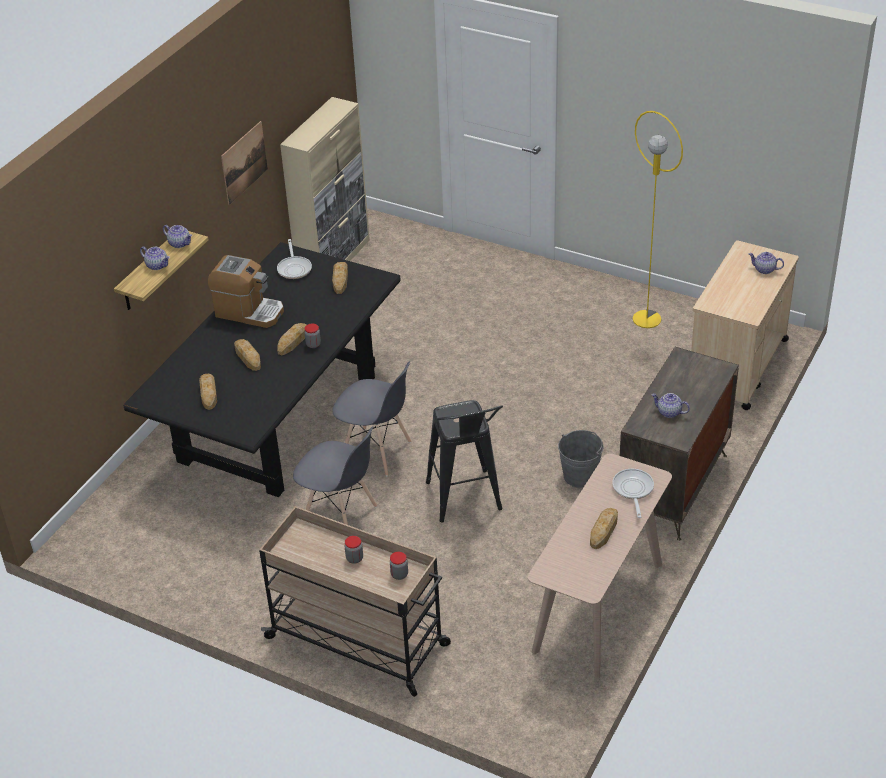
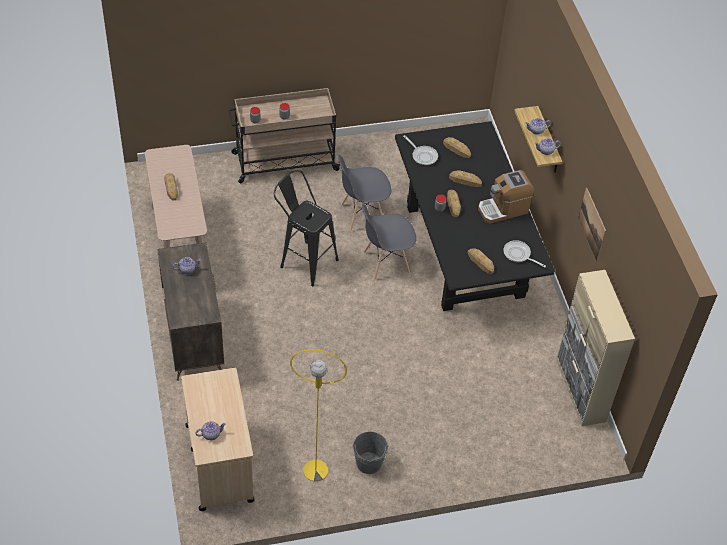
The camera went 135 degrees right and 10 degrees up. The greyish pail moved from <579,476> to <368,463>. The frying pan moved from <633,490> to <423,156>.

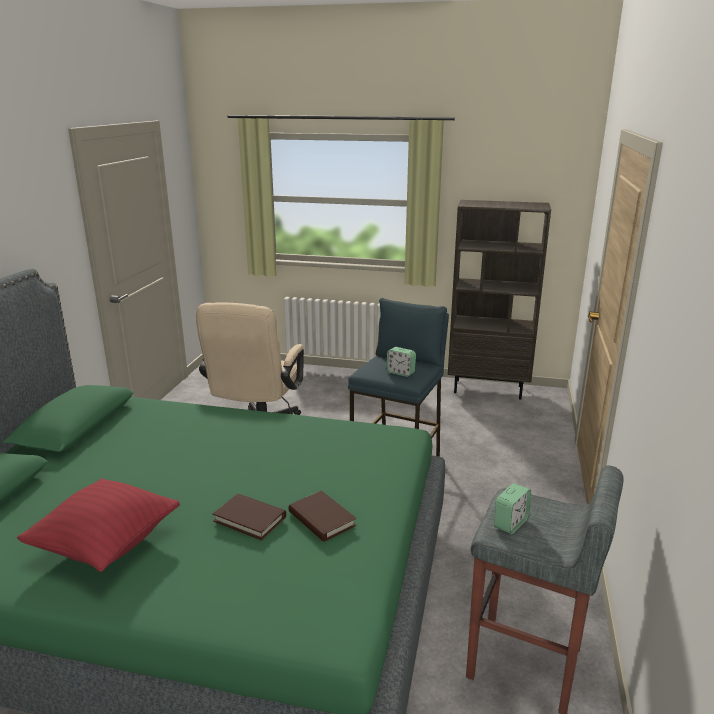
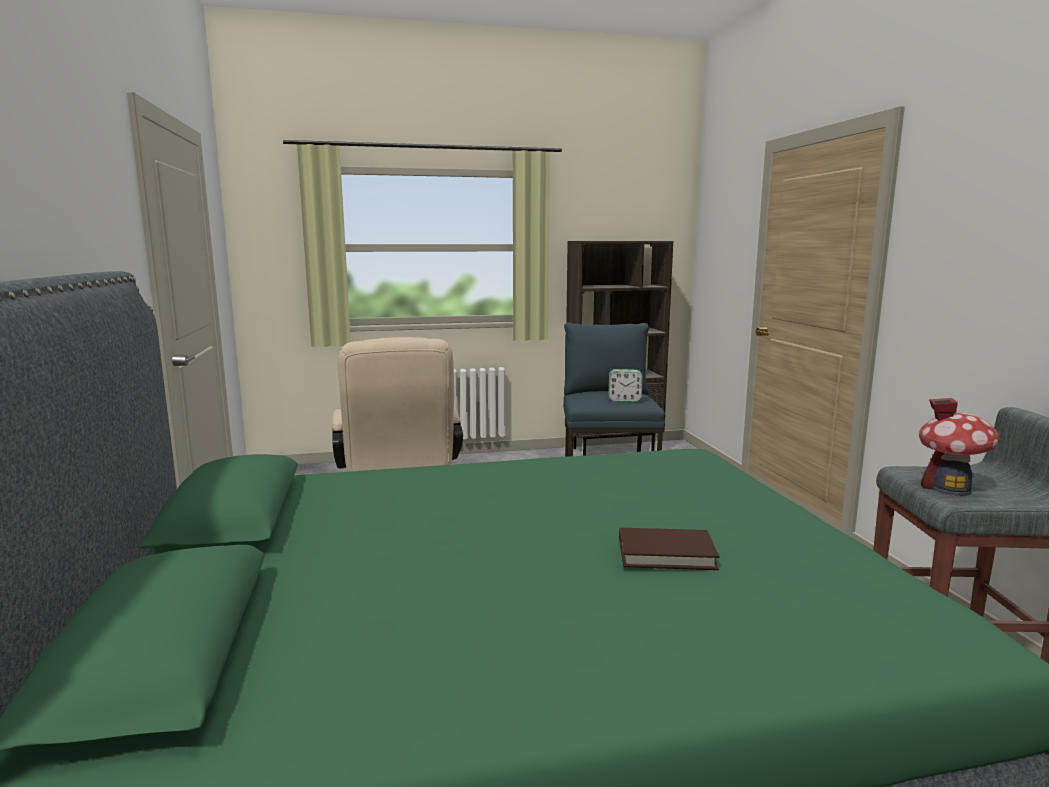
The camera went 25 degrees left and 10 degrees down. The red throw pillow at <106,545> disappeared. The brownish bound book at <321,519> disappeared. The alarm clock at <511,523> was replaced by the miniature house at <949,489>.

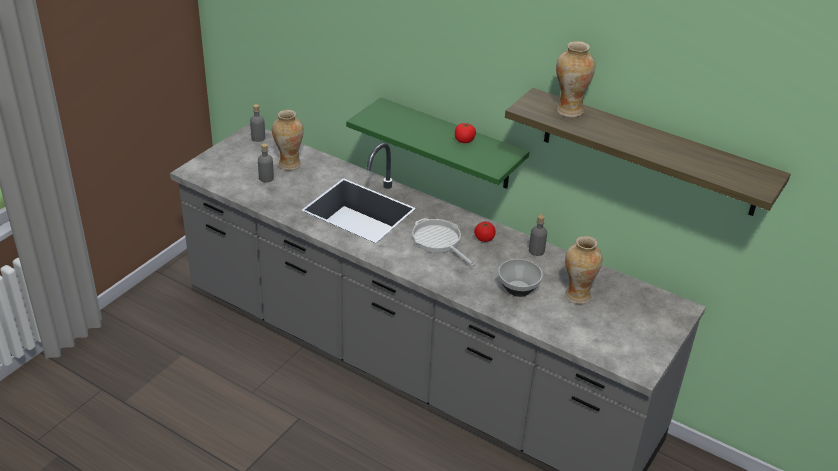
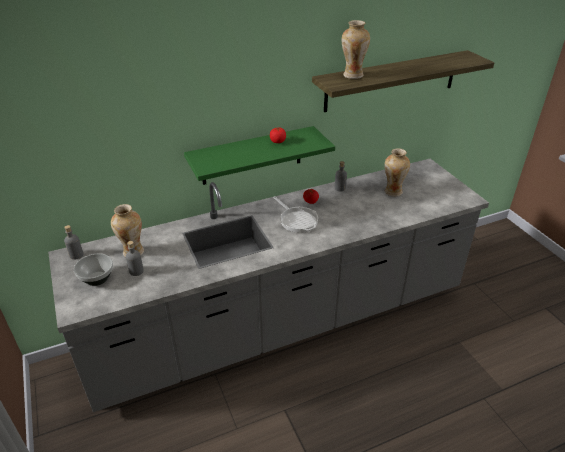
The camera went 55 degrees left and 0 degrees up. The frying pan at <438,241> turned 120 degrees counterclockwise. The bowl moved from <518,288> to <97,278>.

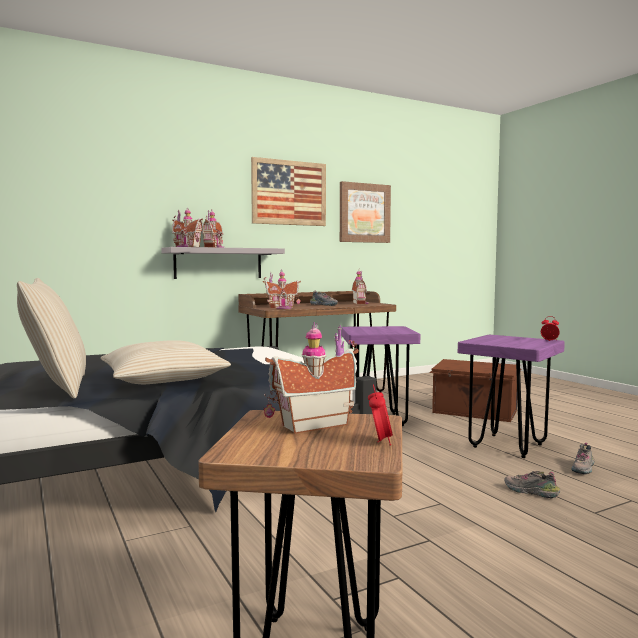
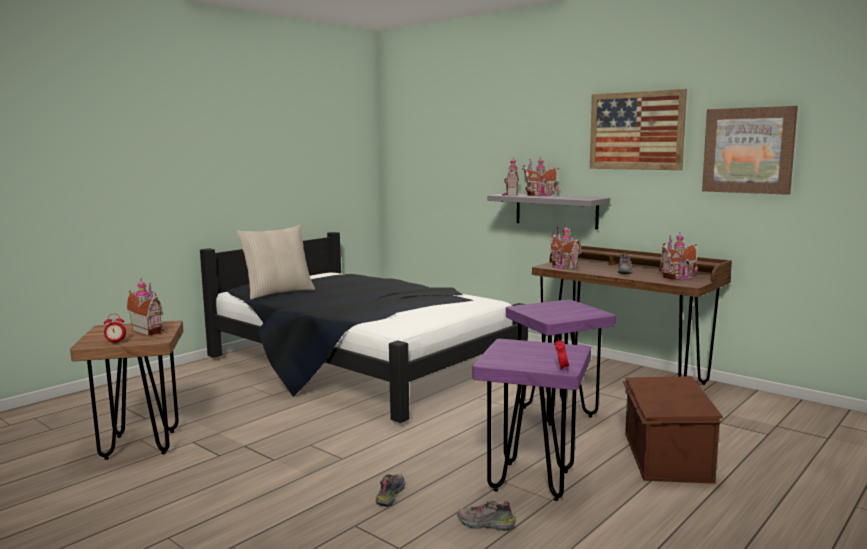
The camera went 70 degrees right and 5 degrees up. The sand-coloured throw pillow at <164,378> disappeared.

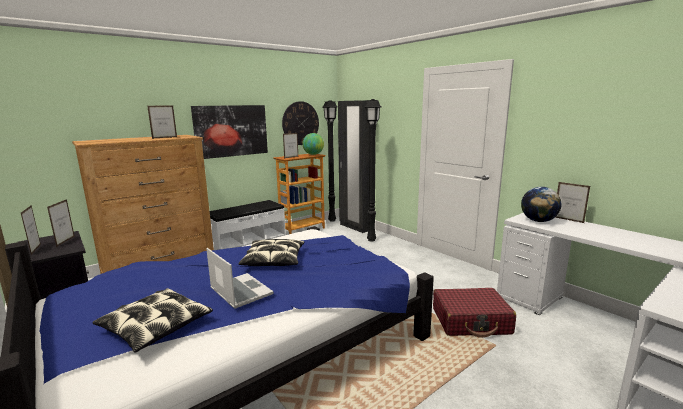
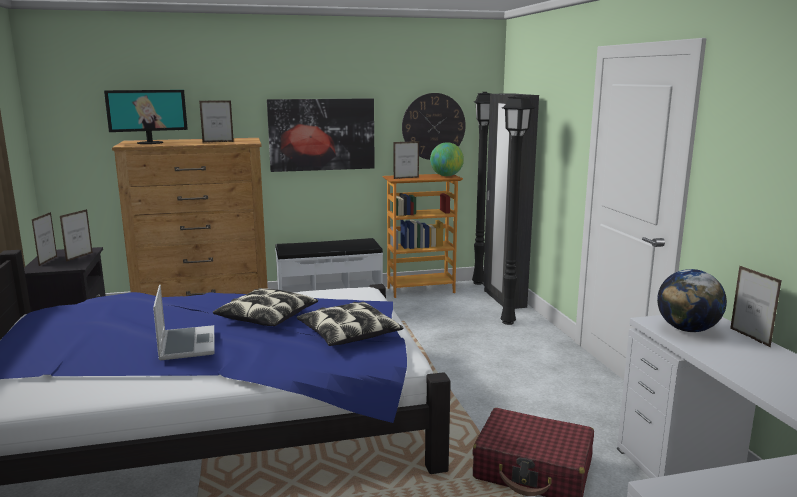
The camera went 25 degrees right and 0 degrees up. The throw pillow moved from <156,327> to <349,334>. The computer display at <150,143> appeared.

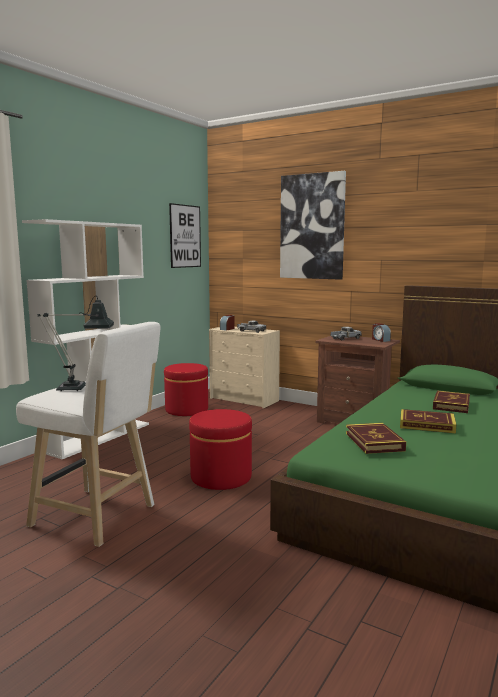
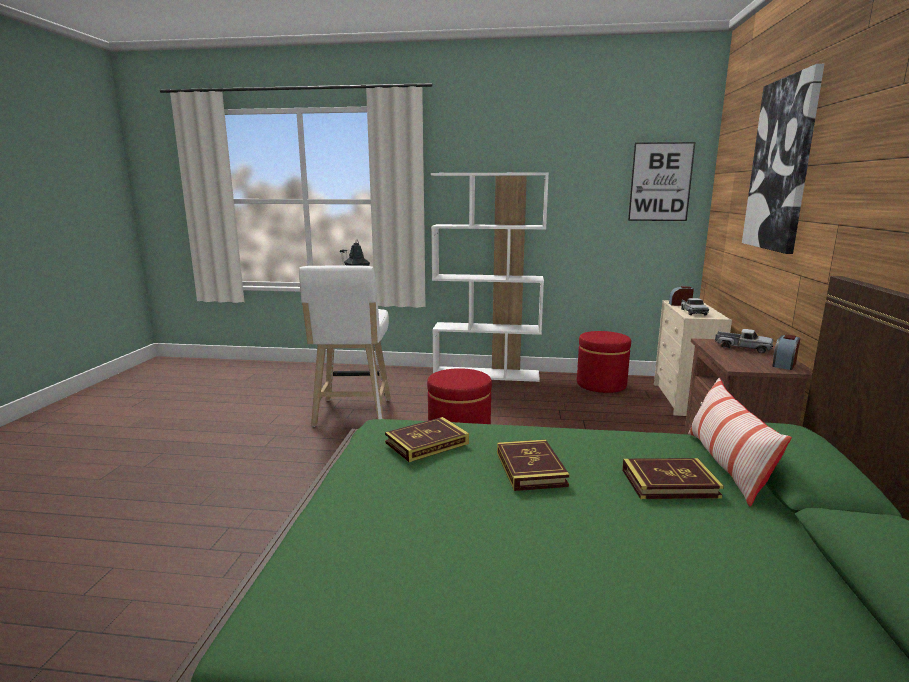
The camera went 65 degrees right and 5 degrees up. The throw pillow at <726,466> appeared.

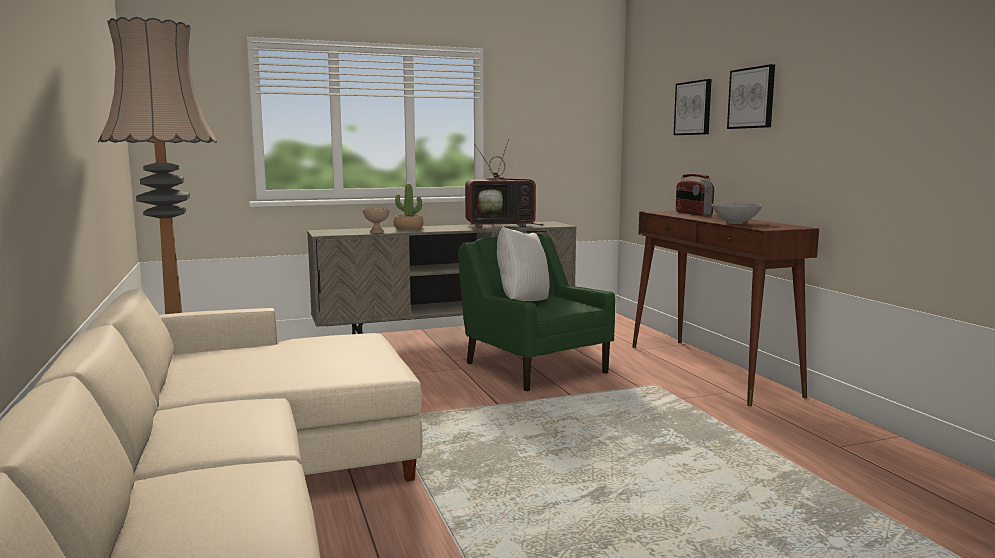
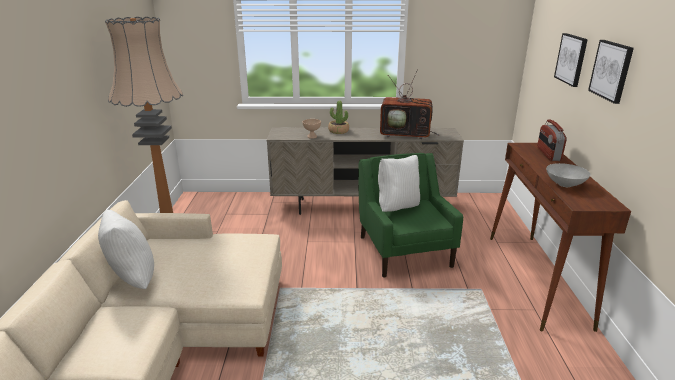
The camera went 20 degrees right and 15 degrees up. The white-coloured throw pillow at <131,279> appeared.

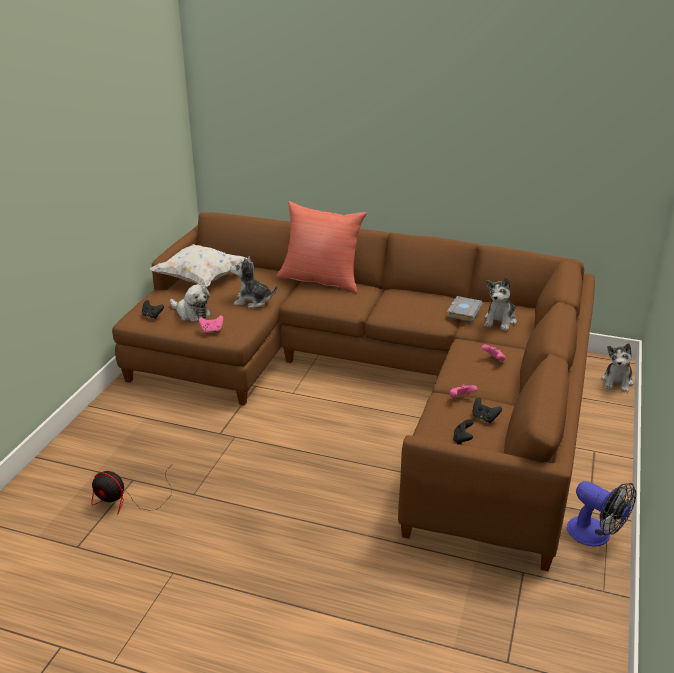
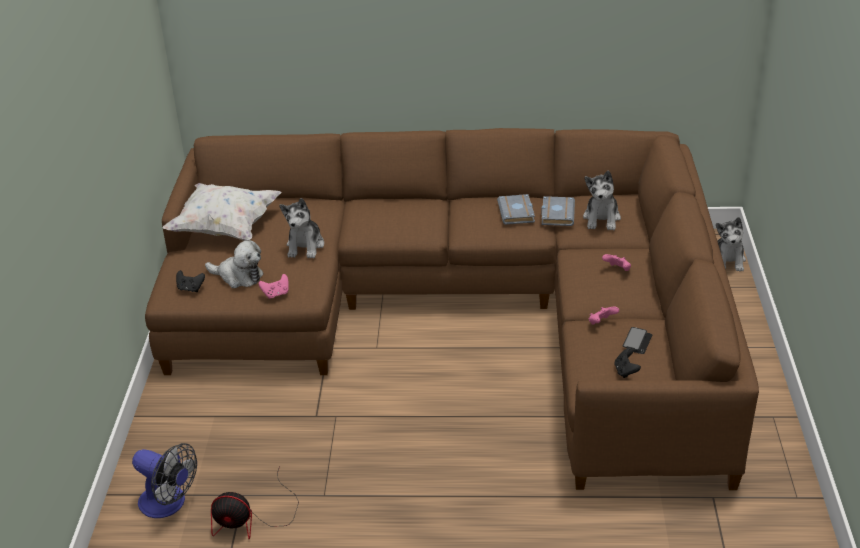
The camera went 15 degrees left and 5 degrees up. The cuddly toy at <252,301> turned 75 degrees counterclockwise. The red throw pillow at <321,280> disappeared. The blackish gamepad at <484,418> was replaced by the telephone at <637,341>. The electric fan moved from <595,535> to <169,504>. The greyish bound book at <517,213> appeared.

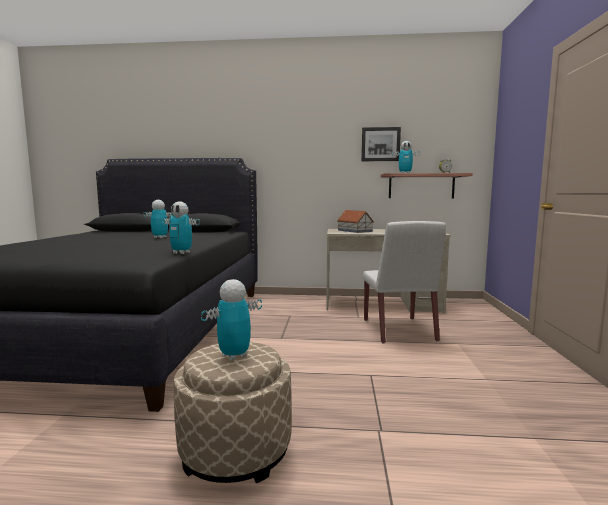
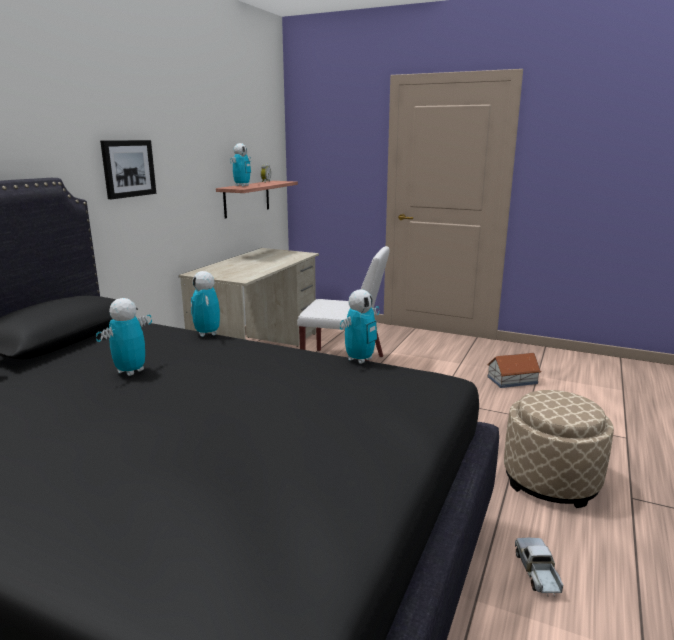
The camera went 70 degrees left and 10 degrees up. The robot figure moved from <234,356> to <207,334>. The miniature house moved from <354,231> to <511,380>. The picture moved from <380,144> to <128,168>. The toy lorry at <538,572> appeared.

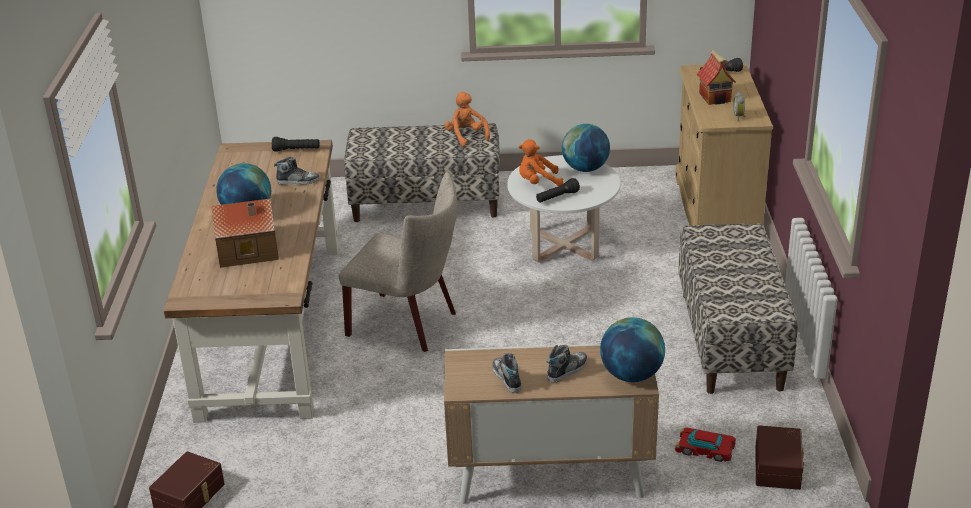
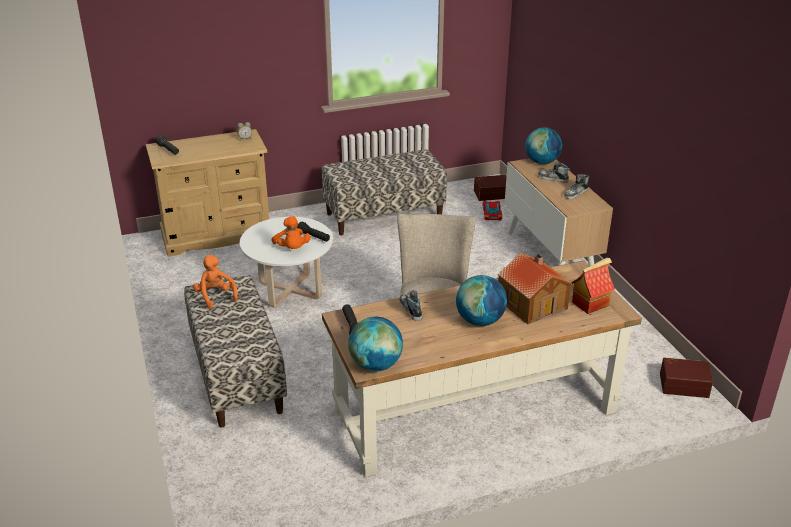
The camera went 110 degrees left and 0 degrees up. The orangey cuddly toy at <466,136> turned 105 degrees clockwise. The desk globe moved from <585,169> to <376,365>. The miniature house moved from <715,97> to <590,303>.

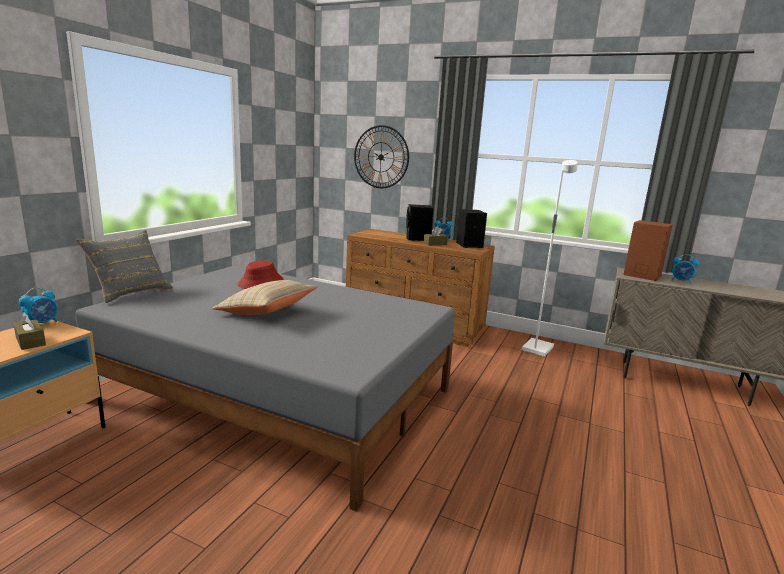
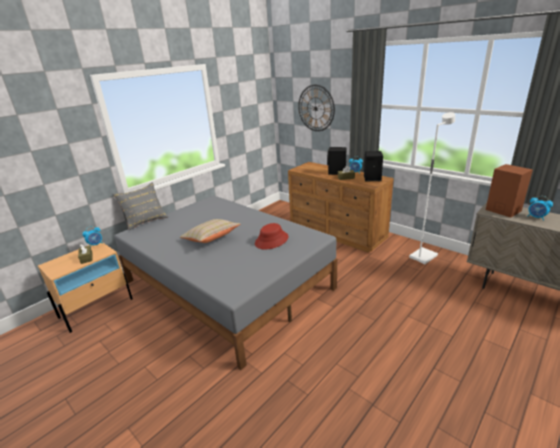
The camera went 20 degrees right and 10 degrees up. The red clothing hat moved from <261,282> to <271,240>.

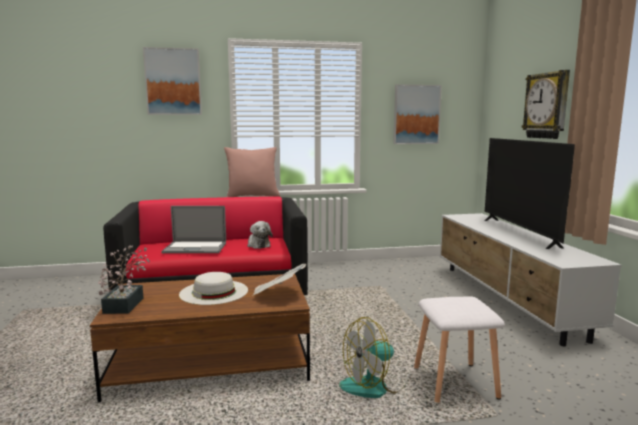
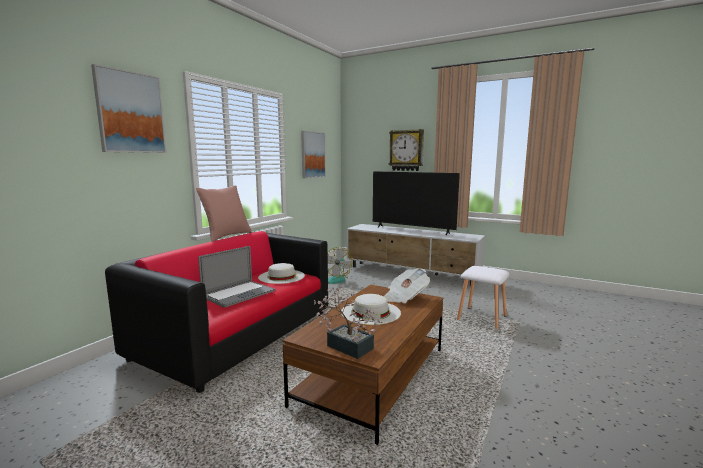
The camera went 50 degrees left and 0 degrees up. The cuddly toy at <258,245> was replaced by the white-coloured clothing hat at <281,276>. The electric fan moved from <373,386> to <337,279>.

